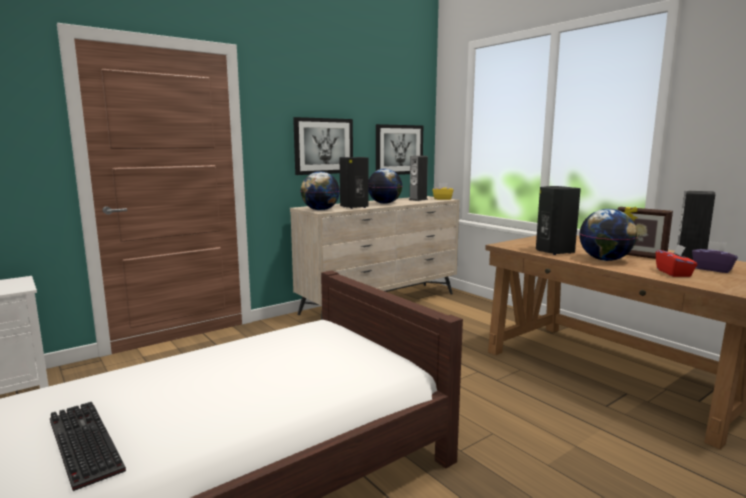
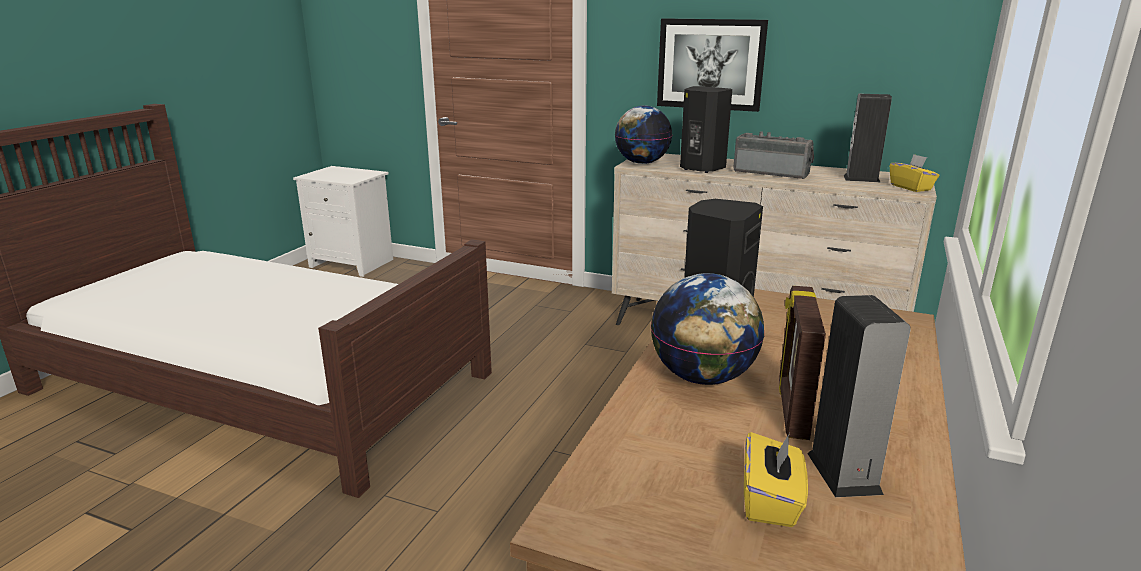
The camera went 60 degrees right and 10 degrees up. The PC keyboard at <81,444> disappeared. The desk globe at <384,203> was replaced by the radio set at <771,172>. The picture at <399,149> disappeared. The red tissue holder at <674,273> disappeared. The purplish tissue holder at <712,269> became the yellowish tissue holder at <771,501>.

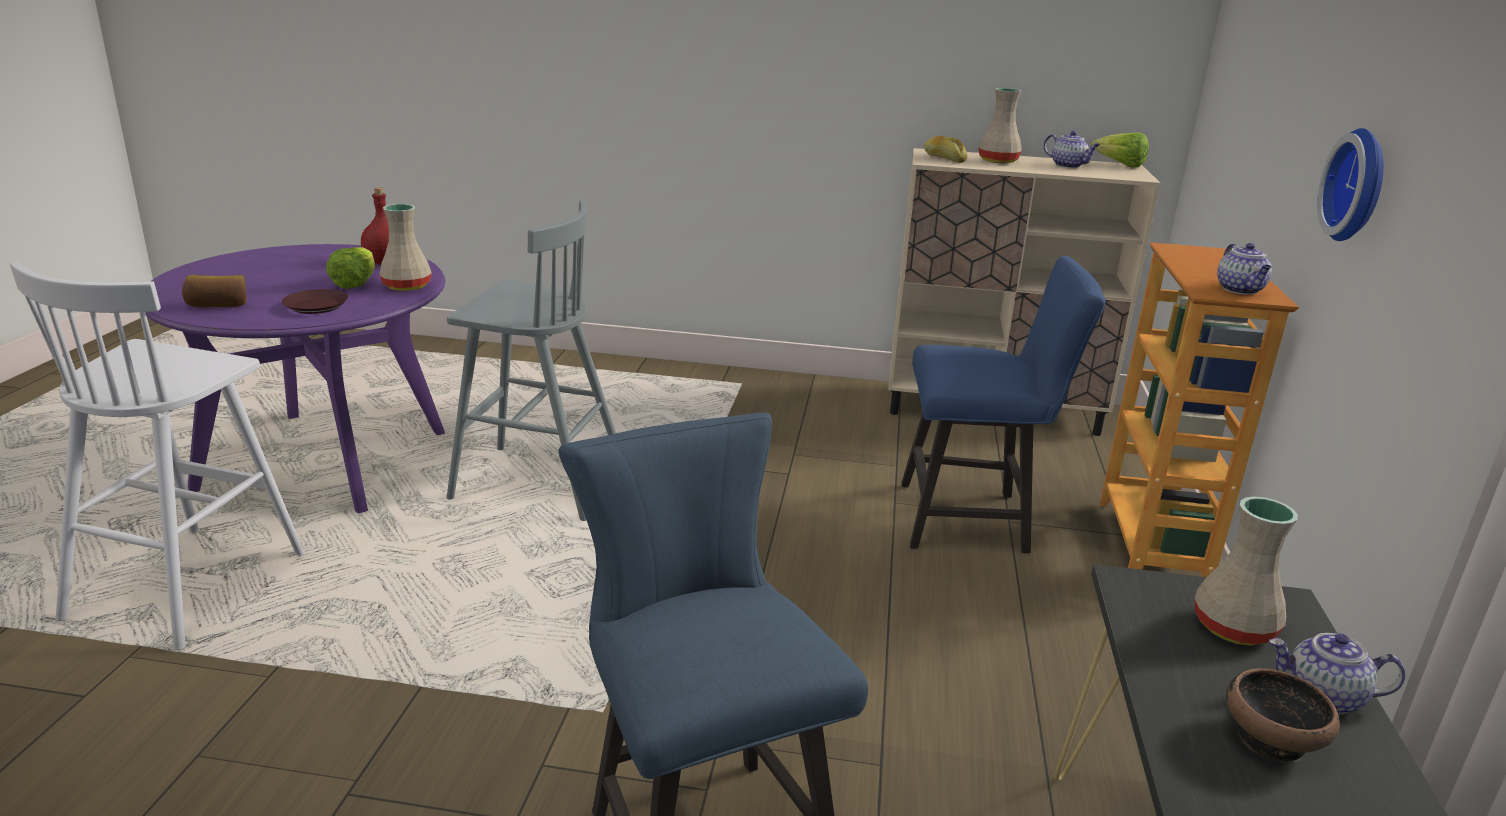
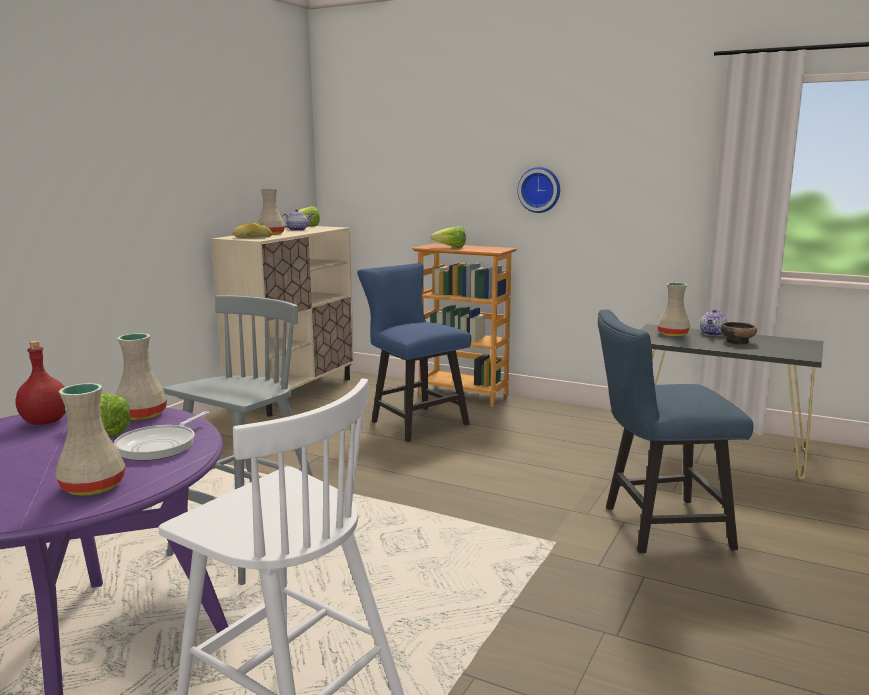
The camera went 70 degrees left and 10 degrees down. The bread at <218,305> was replaced by the sand-coloured vase at <94,487>. The brownish plate at <316,307> was replaced by the frying pan at <160,446>. The bluish upright chair at <974,519> turned 60 degrees counterclockwise. The tea pot at <1240,290> disappeared. The lettuce head at <451,247> appeared.

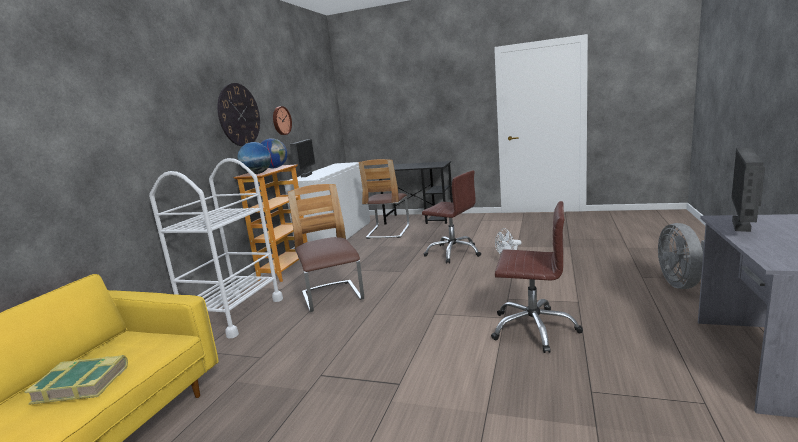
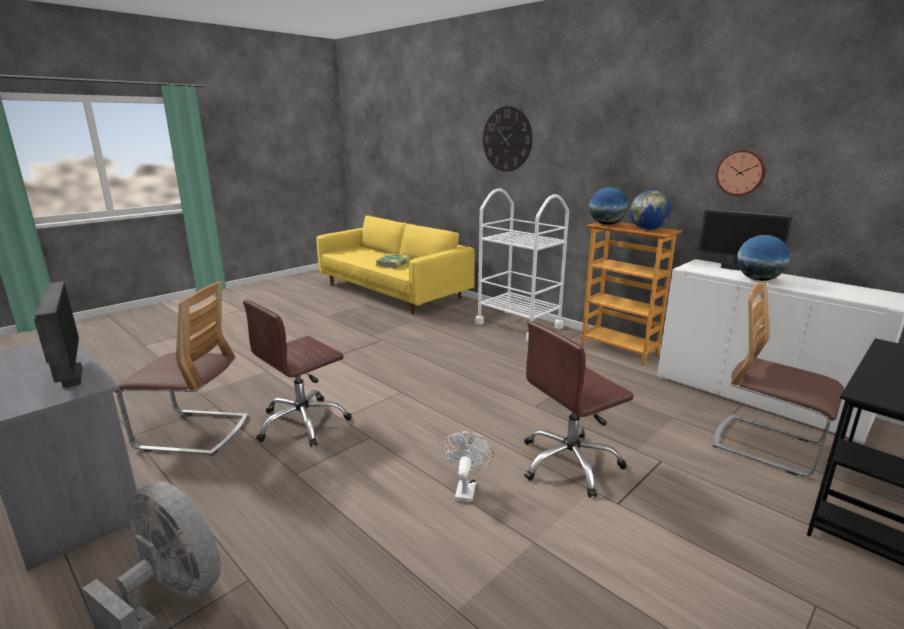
The camera went 115 degrees right and 5 degrees up. The clock on the wall moved from <239,115> to <507,139>. The upright chair moved from <332,297> to <193,432>. The desk globe at <758,280> appeared.

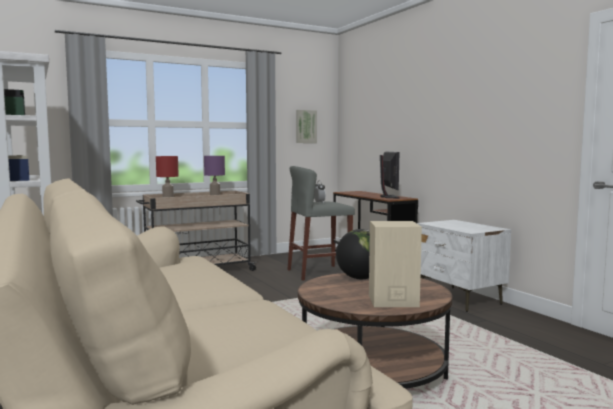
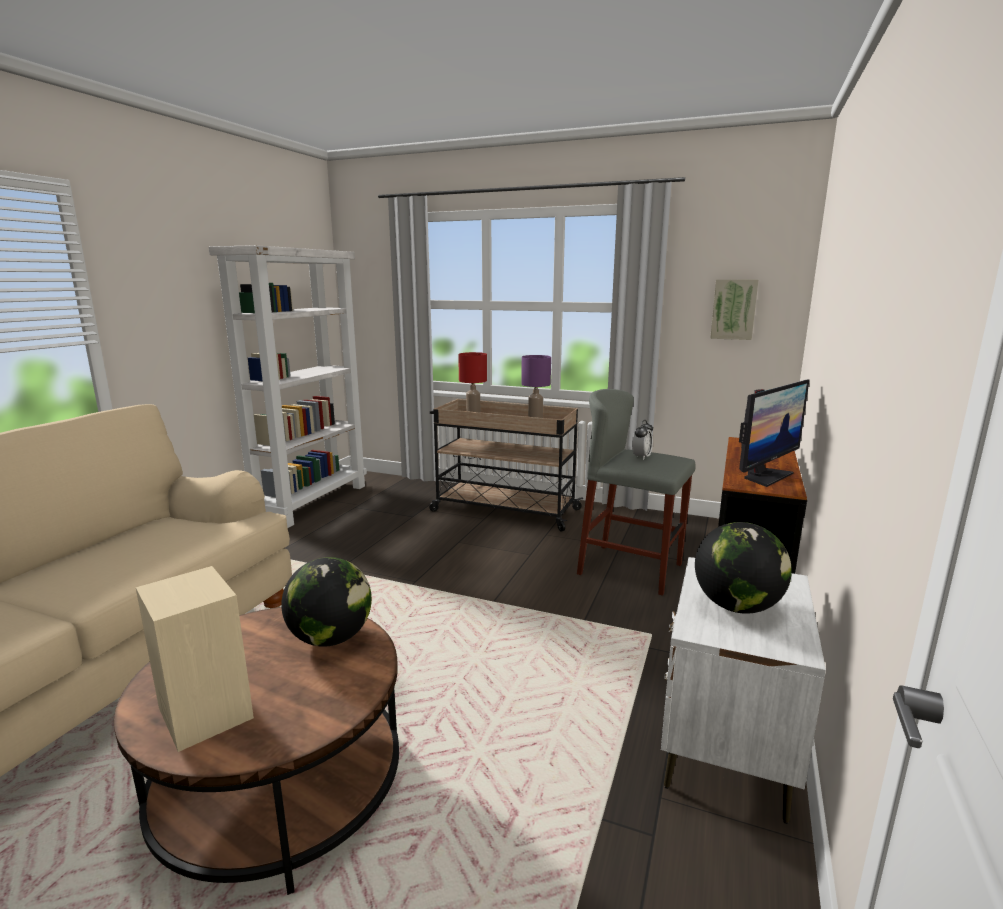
The camera went 50 degrees right and 10 degrees up. The desk globe at <736,606> appeared.

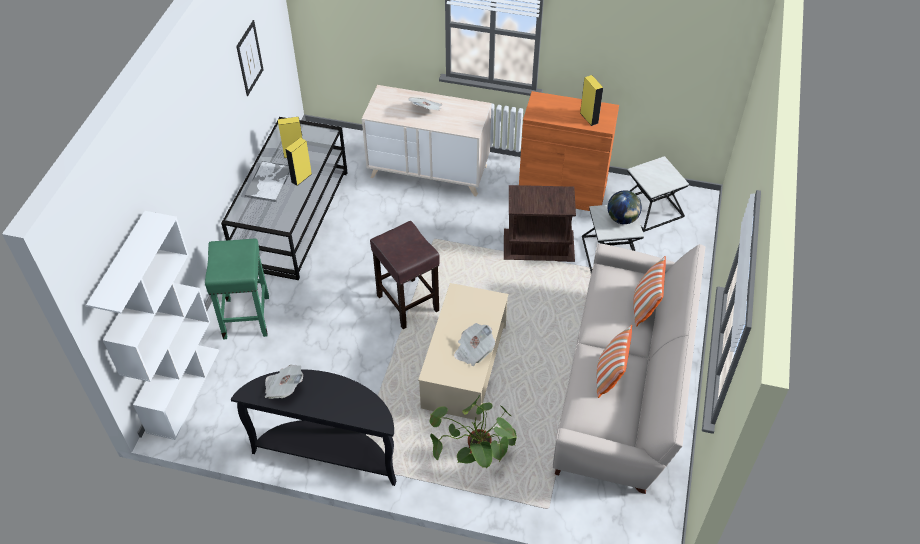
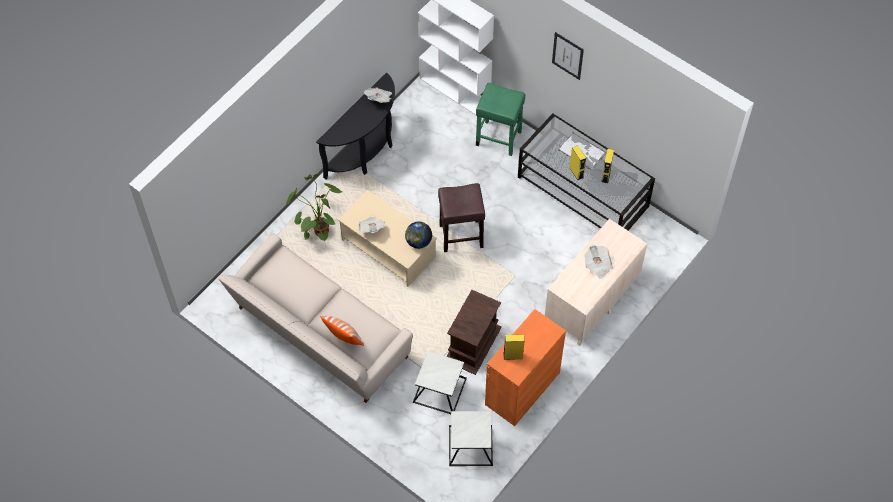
The camera went 115 degrees right and 10 degrees up. The picture moved from <249,58> to <567,55>. The throw pillow at <609,376> disappeared. The desk globe moved from <622,219> to <418,242>.

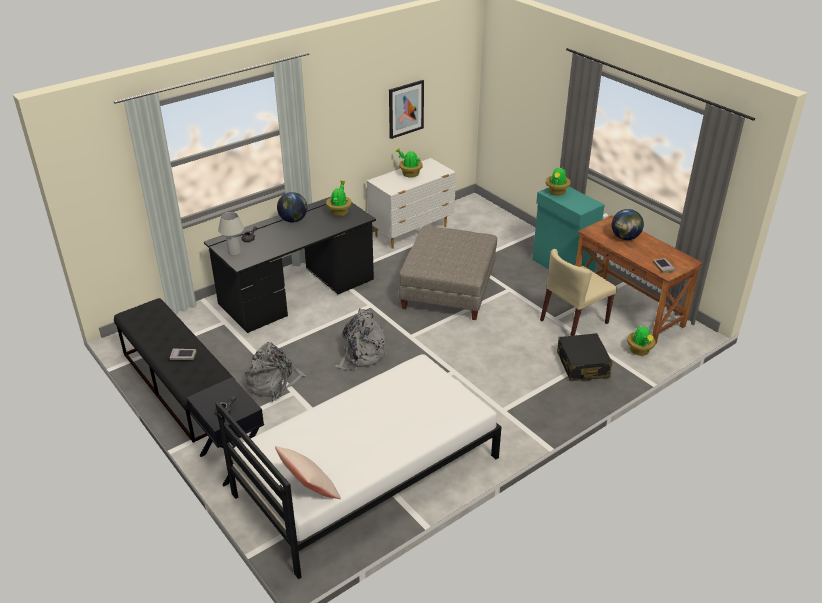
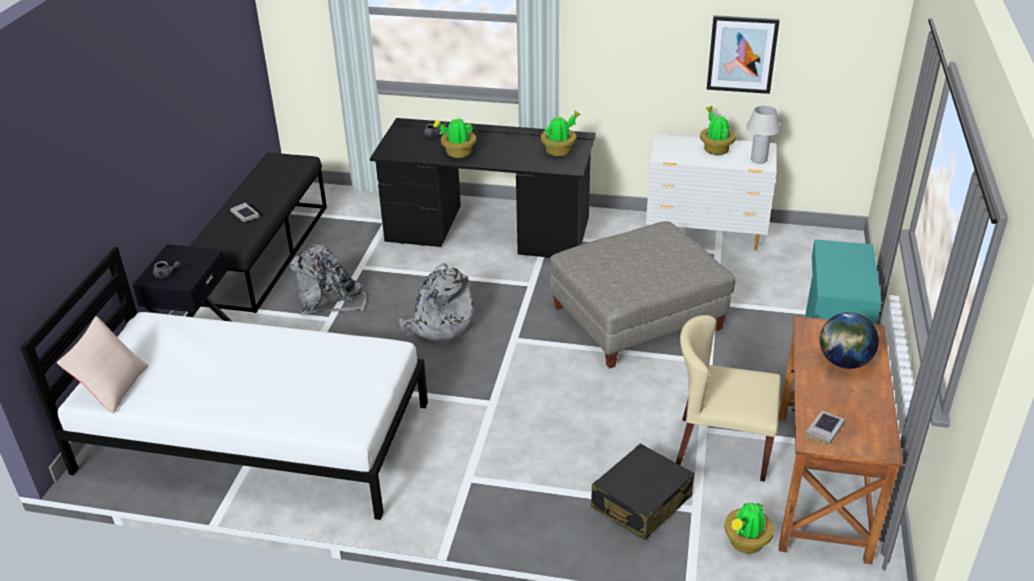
The camera went 50 degrees right and 0 degrees up. The white-coloured table lamp moved from <234,252> to <758,160>. The desk globe at <293,220> disappeared. The houseplant moved from <556,192> to <457,153>.

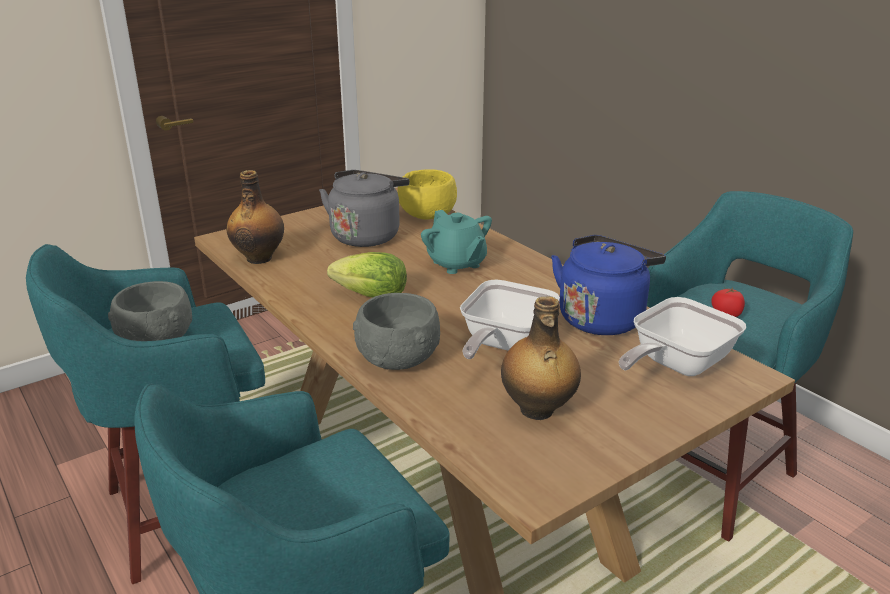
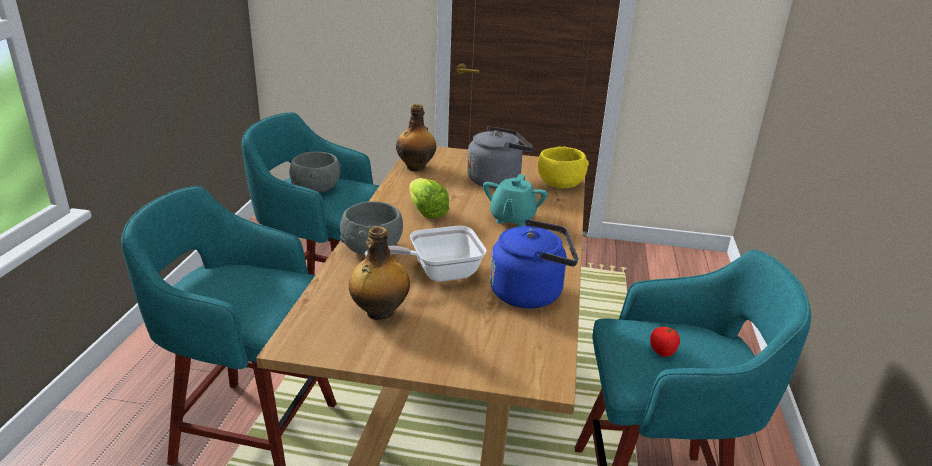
The camera went 45 degrees right and 0 degrees up. The frying pan at <675,365> disappeared.

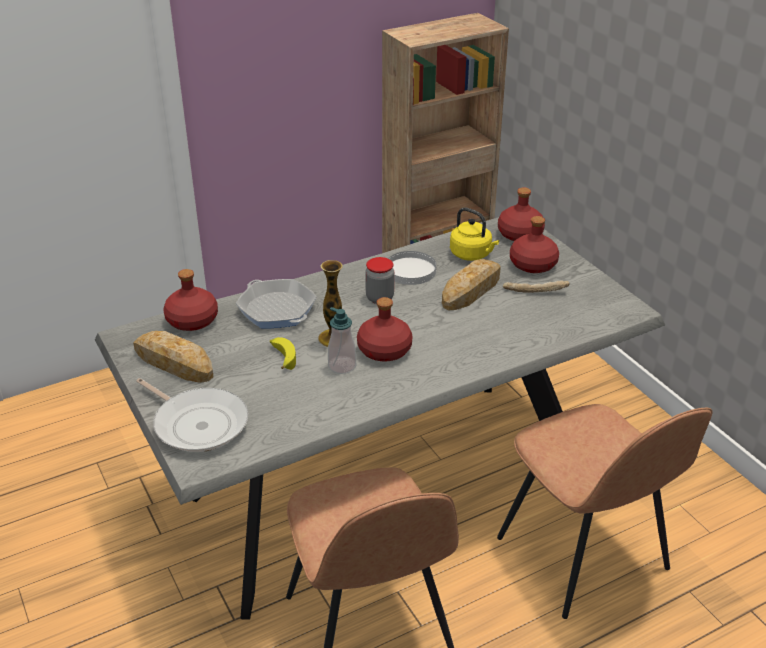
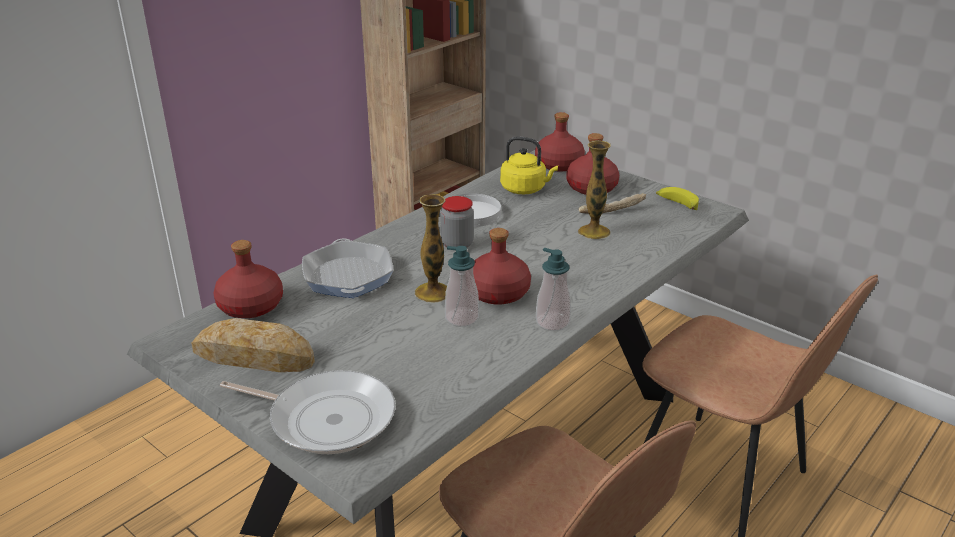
The camera went 20 degrees left and 5 degrees down. The frying pan at <277,310> turned 135 degrees counterclockwise. The banana moved from <282,357> to <676,204>. The bread at <472,290> disappeared. The liquid soap bottle at <552,322> appeared. The vase at <594,232> appeared.

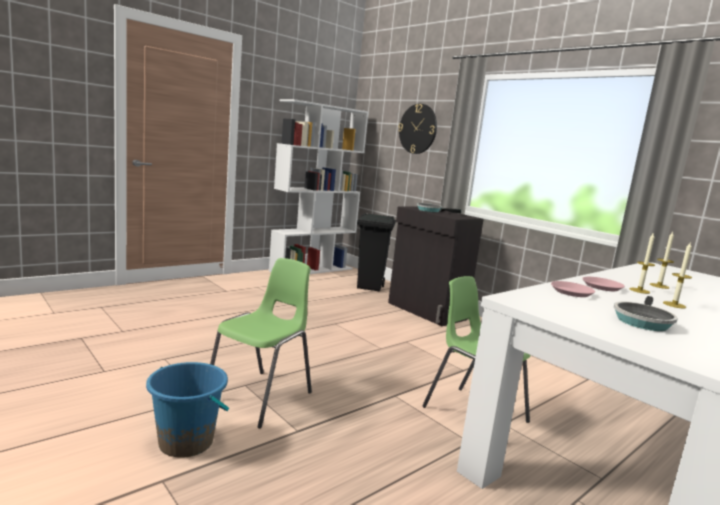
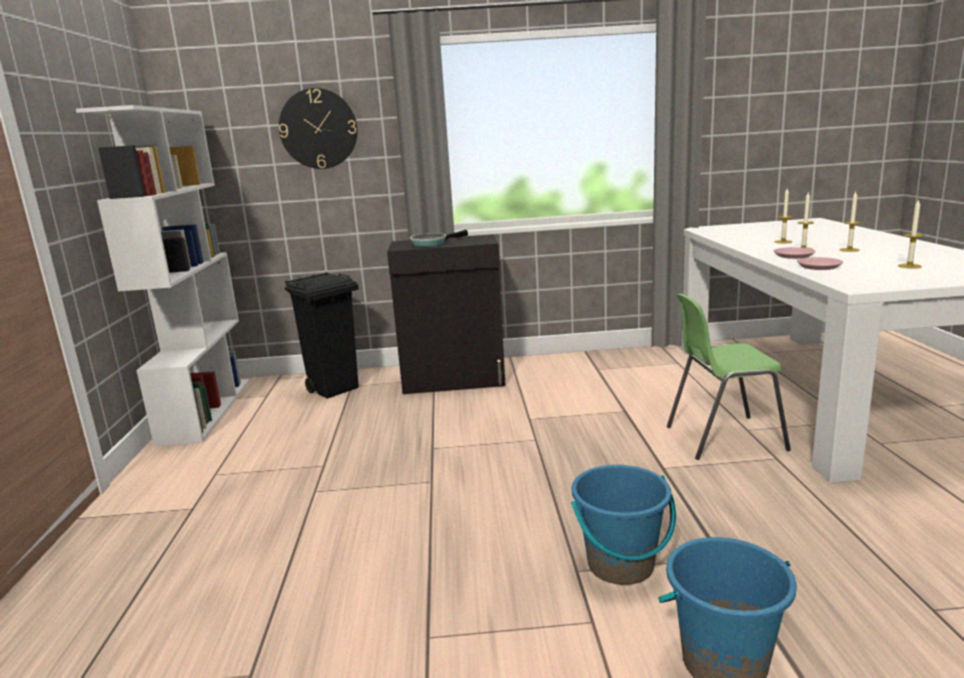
The camera went 50 degrees left and 5 degrees up. The greenish upright chair at <261,397> was replaced by the bluish pail at <621,565>. The frying pan at <642,321> was replaced by the candle at <909,266>.

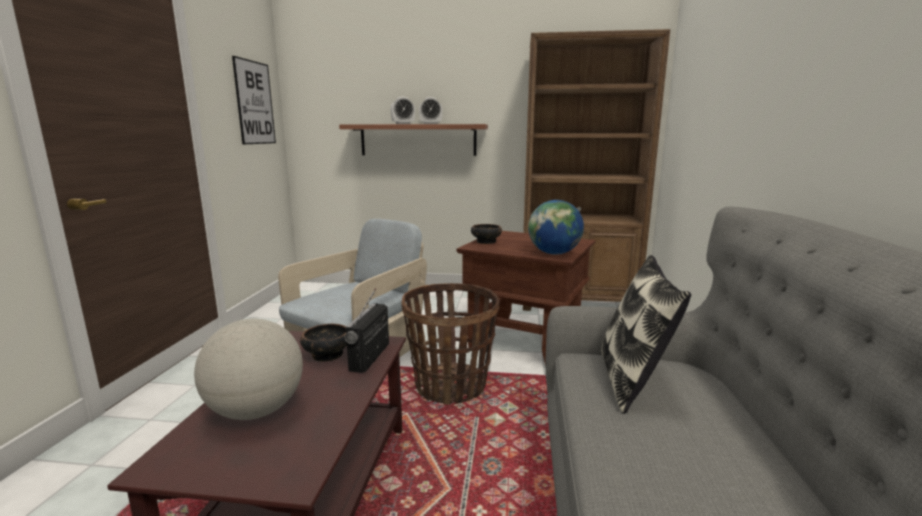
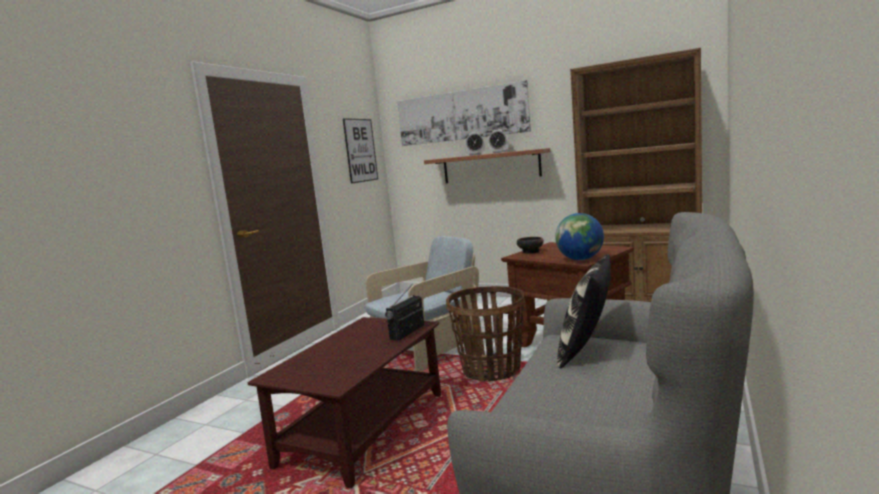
The camera went 20 degrees right and 5 degrees down. The desk globe at <256,411> disappeared. The bowl at <327,355> disappeared. The picture at <461,115> appeared.

